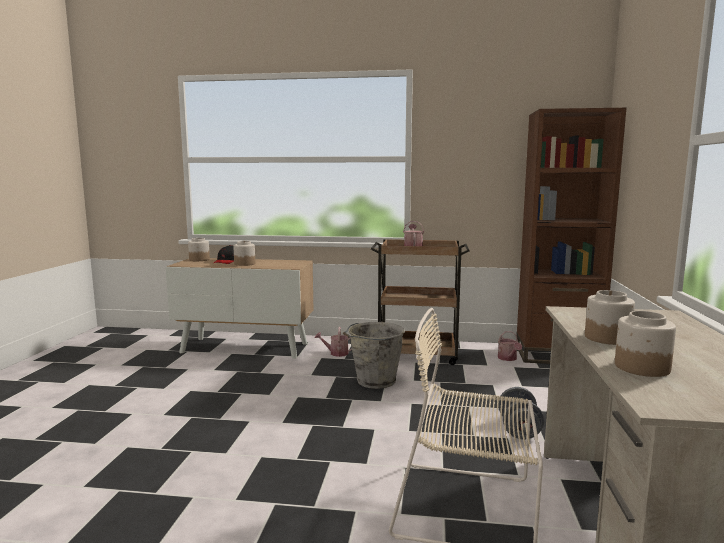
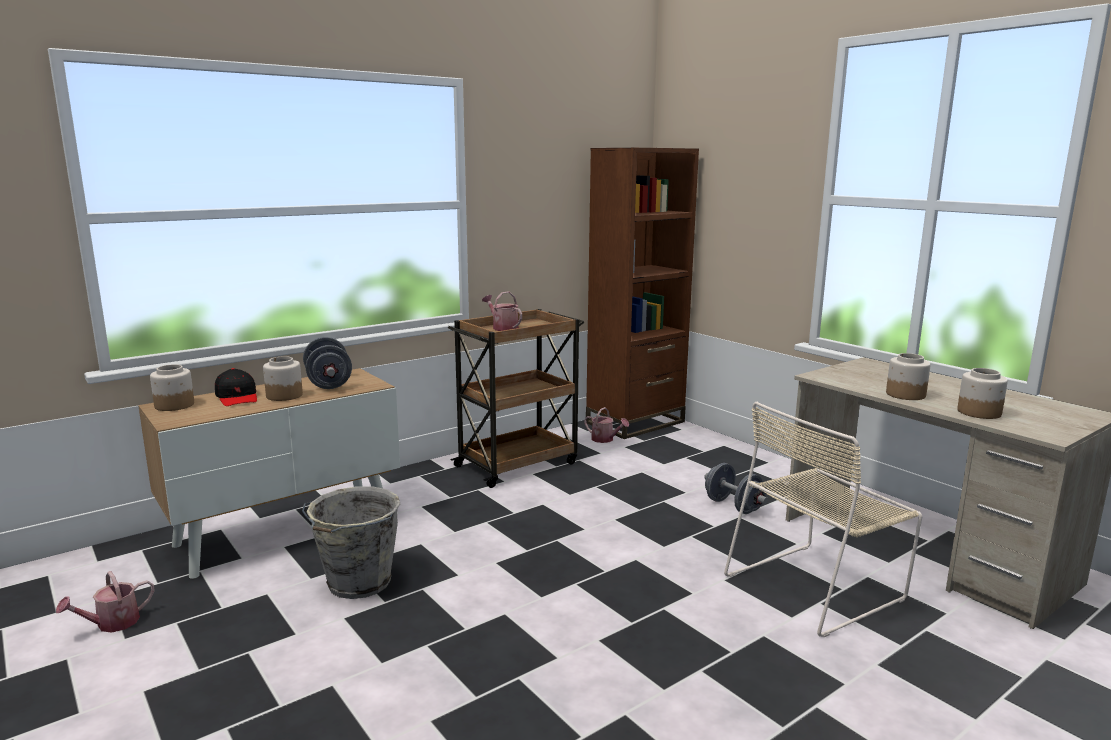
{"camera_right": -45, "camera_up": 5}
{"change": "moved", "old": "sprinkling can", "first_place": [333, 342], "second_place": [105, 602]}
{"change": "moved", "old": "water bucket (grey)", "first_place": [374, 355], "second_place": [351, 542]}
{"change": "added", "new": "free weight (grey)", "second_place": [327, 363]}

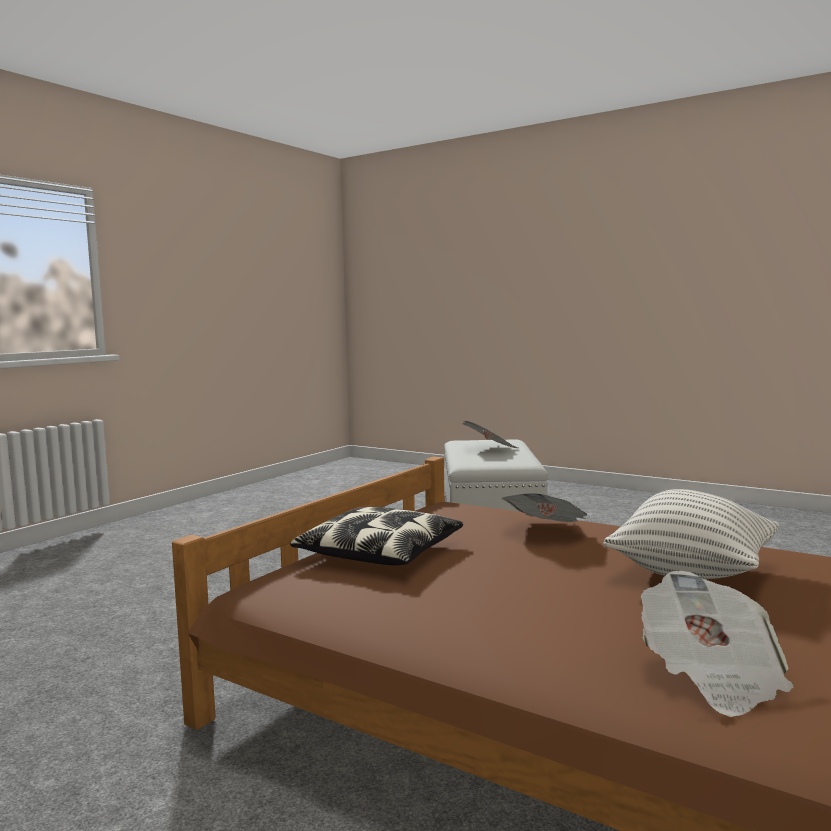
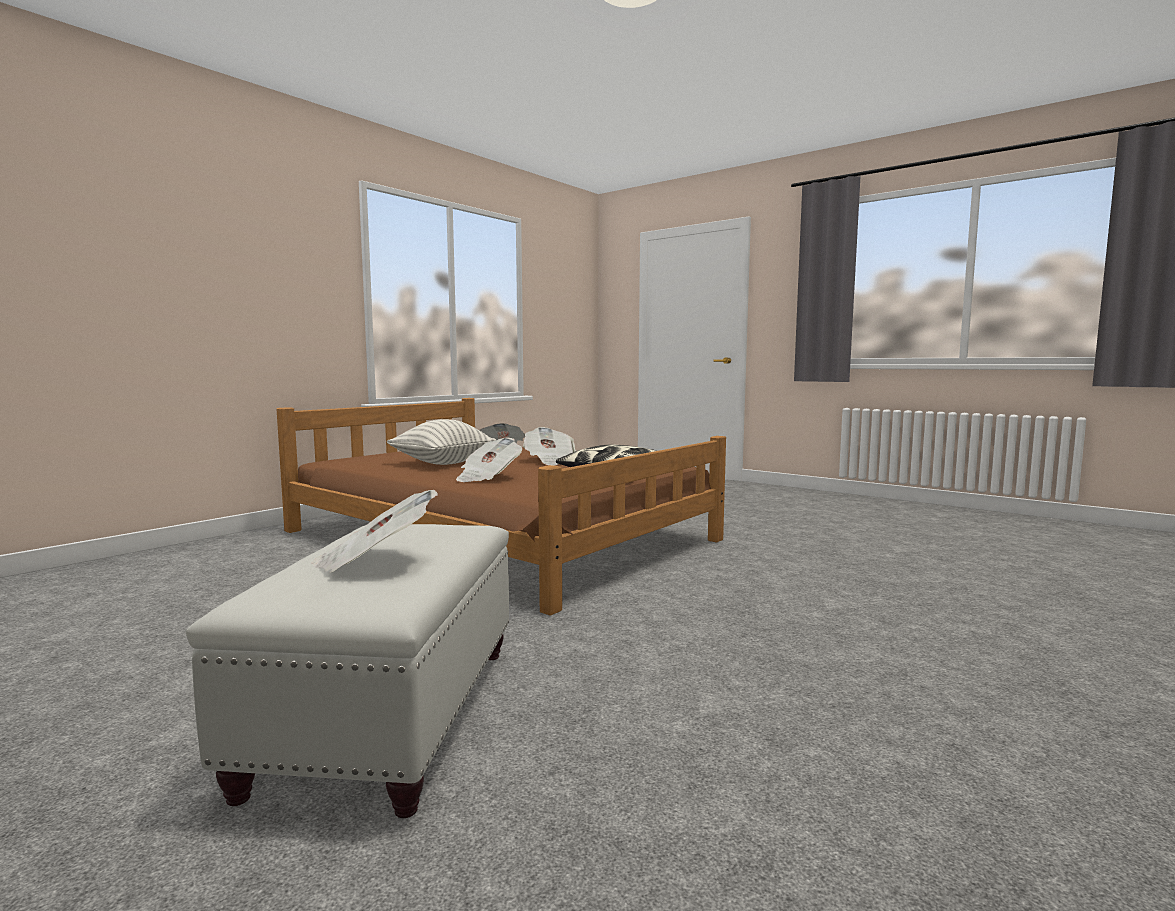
{"camera_right": -175, "camera_up": 0}
{"change": "added", "new": "daily paper", "second_place": [549, 446]}

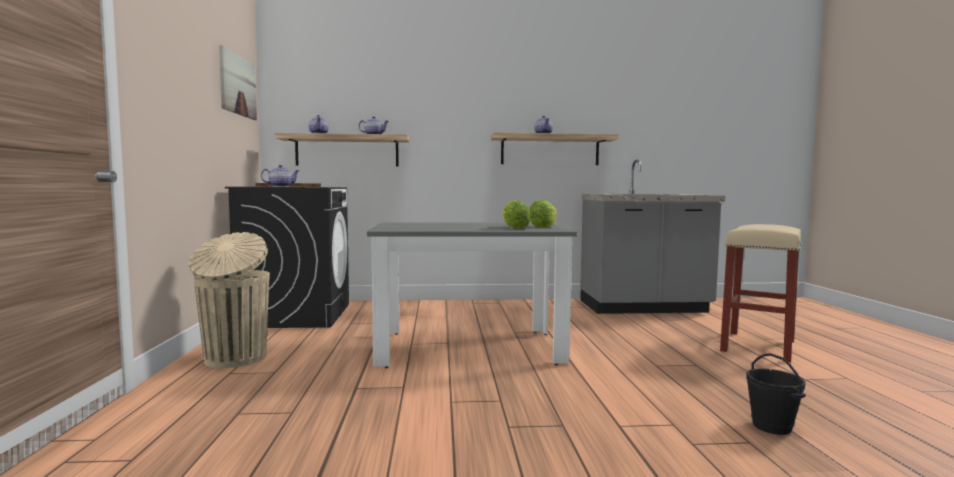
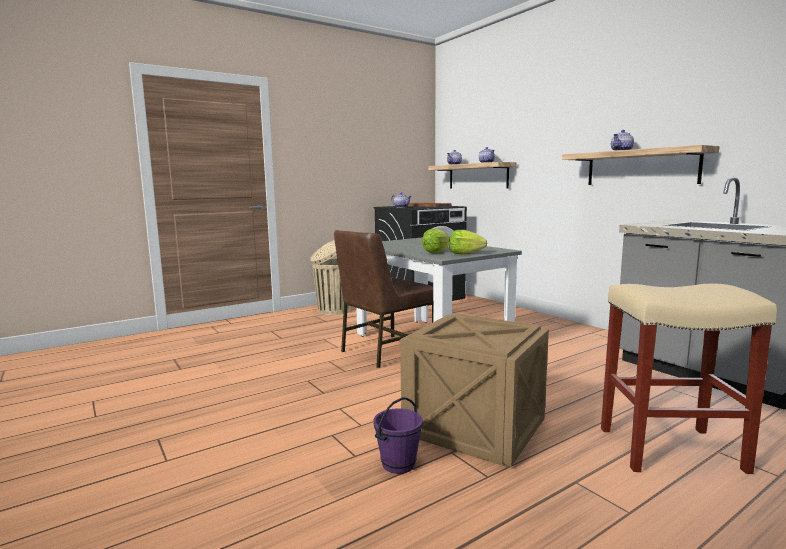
{"camera_right": 60, "camera_up": 5}
{"change": "added", "new": "upright chair (brown)", "second_place": [383, 299]}
{"change": "recoloured", "old": "water bucket (black-coloured)", "new": "water bucket (purple)", "first_place": [776, 394], "second_place": [398, 435]}
{"change": "added", "new": "packing crate", "second_place": [474, 390]}
{"change": "removed", "old": "picture", "first_place": [238, 82]}

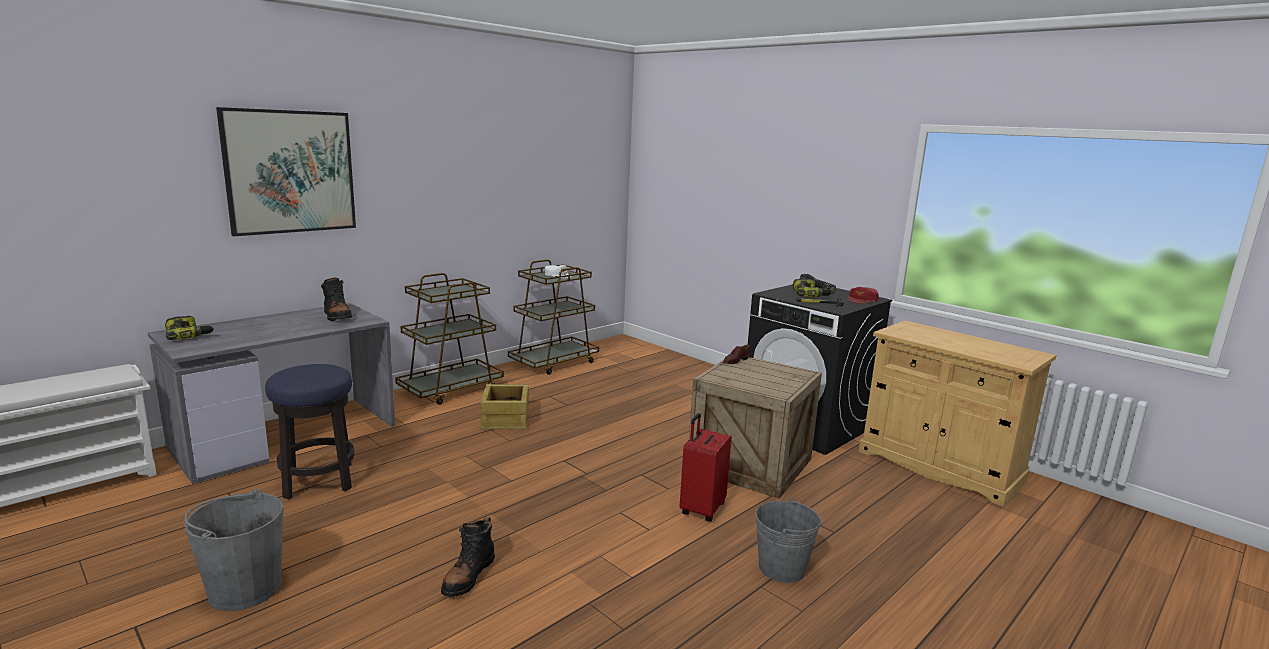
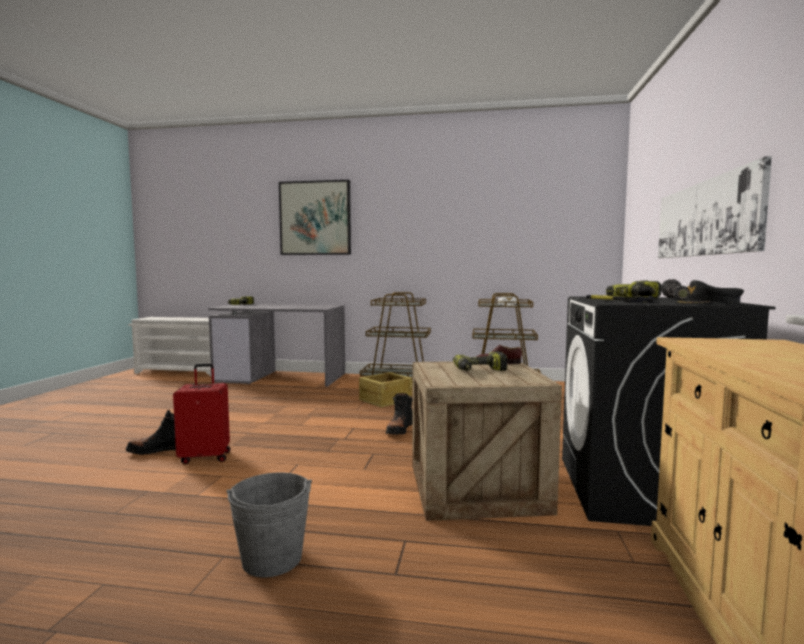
{"camera_right": 55, "camera_up": -10}
{"change": "moved", "old": "piece of luggage (red)", "first_place": [705, 467], "second_place": [202, 414]}
{"change": "moved", "old": "boot (black-coloured)", "first_place": [337, 299], "second_place": [399, 414]}
{"change": "added", "new": "drill", "second_place": [480, 361]}
{"change": "added", "new": "picture", "second_place": [715, 207]}
{"change": "recoloured", "old": "cap (red)", "new": "cap (black-coloured)", "first_place": [863, 295], "second_place": [709, 292]}
{"change": "removed", "old": "water bucket (grey)", "first_place": [234, 550]}
{"change": "removed", "old": "stool seat", "first_place": [310, 432]}

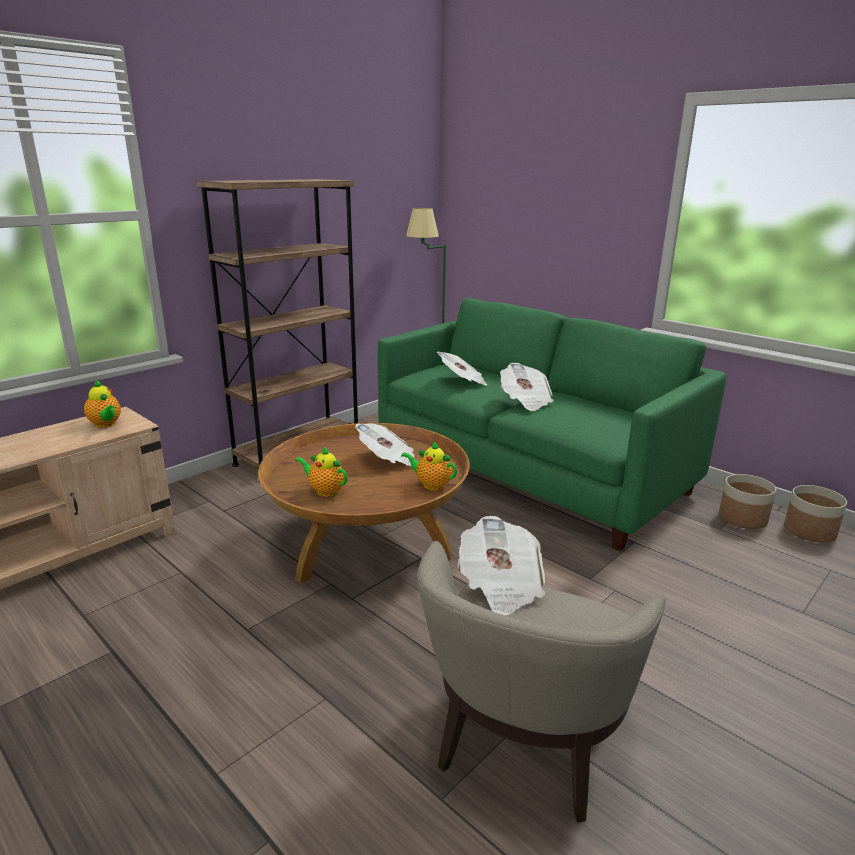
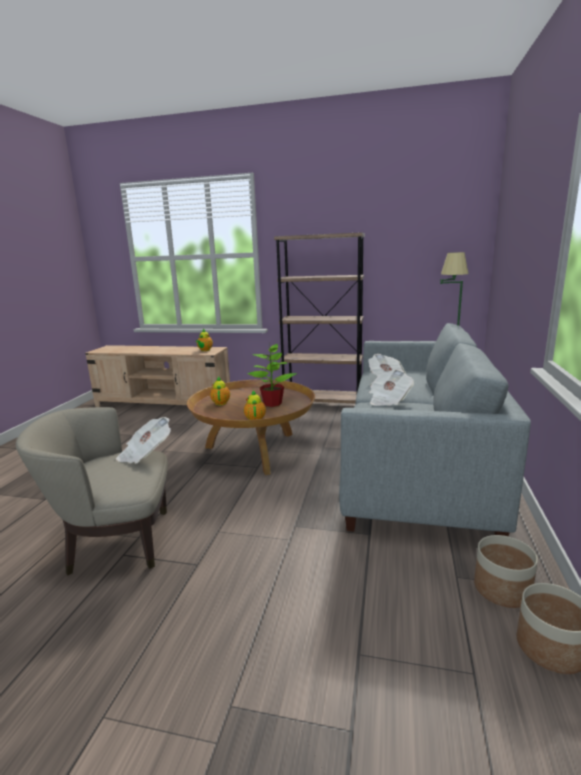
{"camera_right": 60, "camera_up": -5}
{"change": "replaced", "old": "daily paper", "new": "houseplant", "first_place": [385, 445], "second_place": [272, 375]}
{"change": "recoloured", "old": "sofa (green)", "new": "sofa (grey)", "first_place": [552, 424], "second_place": [435, 429]}

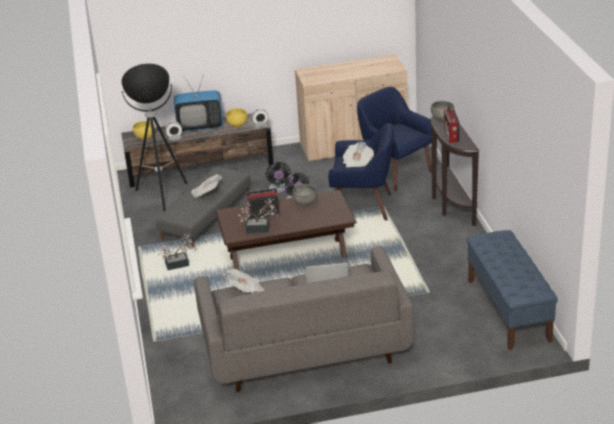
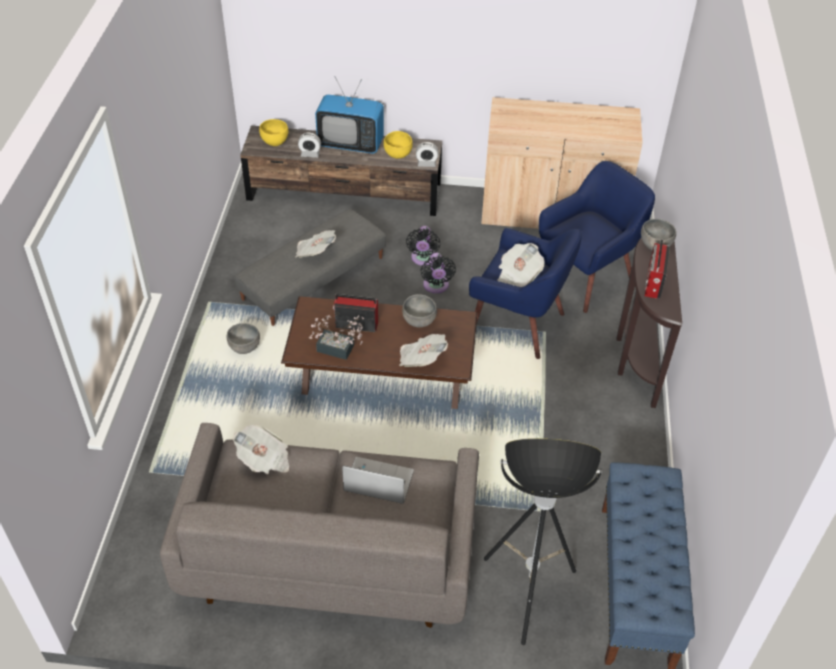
{"camera_right": 15, "camera_up": 15}
{"change": "replaced", "old": "houseplant", "new": "serving bowl (grey)", "first_place": [177, 252], "second_place": [243, 338]}
{"change": "added", "new": "daily paper", "second_place": [423, 350]}
{"change": "moved", "old": "standard lamp", "first_place": [154, 137], "second_place": [543, 541]}
{"change": "turned", "old": "lounge chair (blue)", "first_place": [394, 139], "second_place": [597, 237], "degrees": 75}

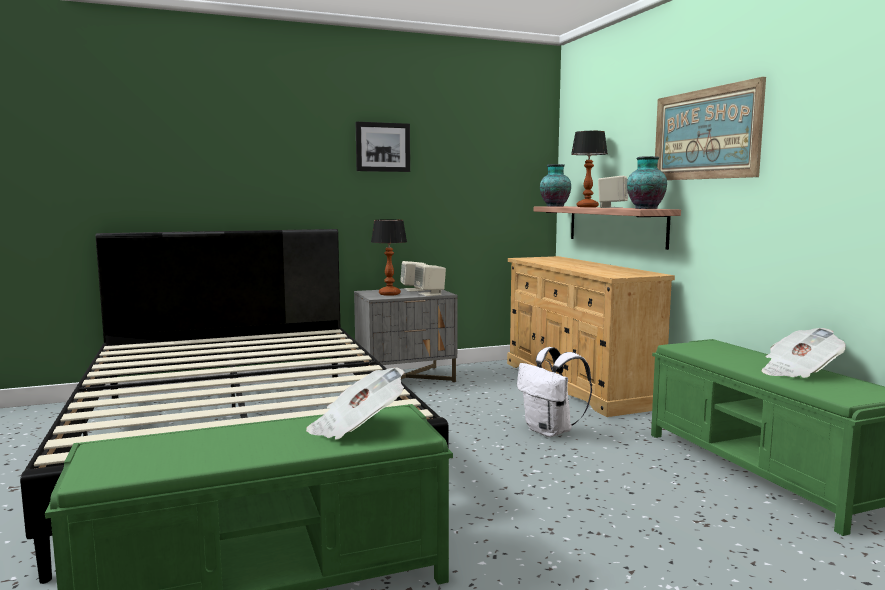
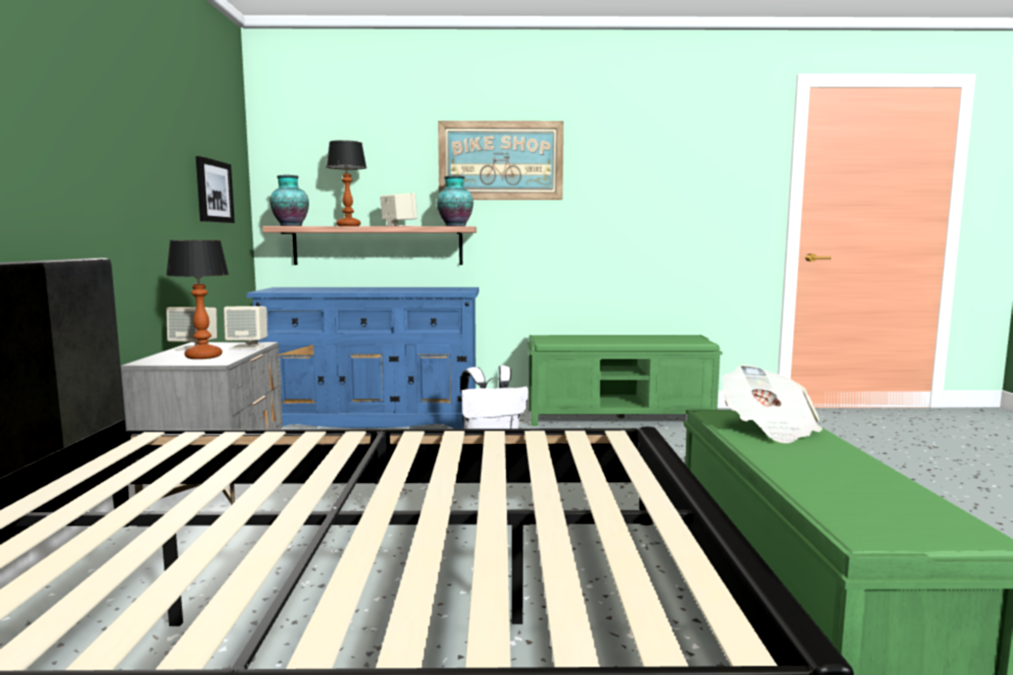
{"camera_right": -70, "camera_up": 0}
{"change": "moved", "old": "picture", "first_place": [383, 147], "second_place": [215, 189]}
{"change": "recoloured", "old": "dresser (beige-coloured)", "new": "dresser (blue)", "first_place": [591, 336], "second_place": [363, 358]}
{"change": "removed", "old": "daily paper", "first_place": [804, 353]}

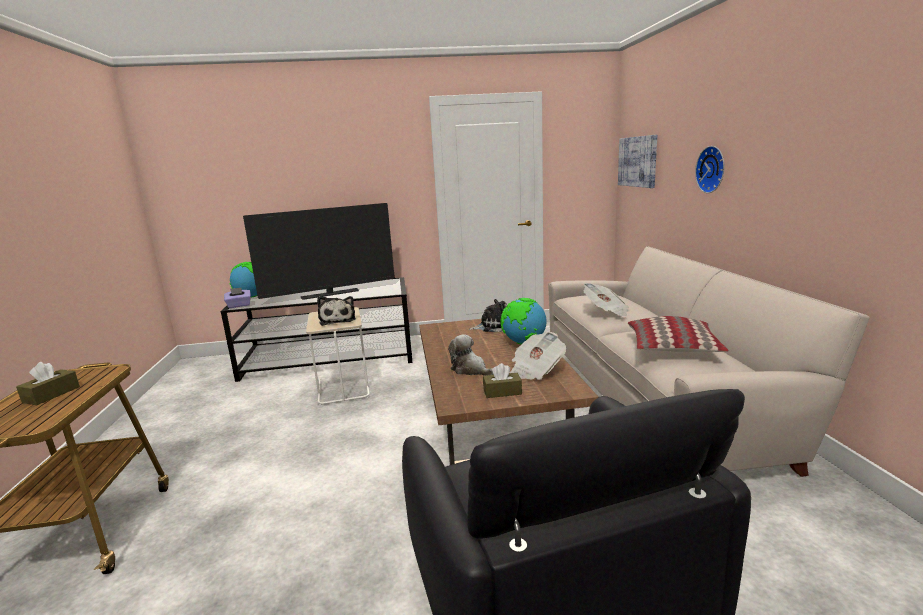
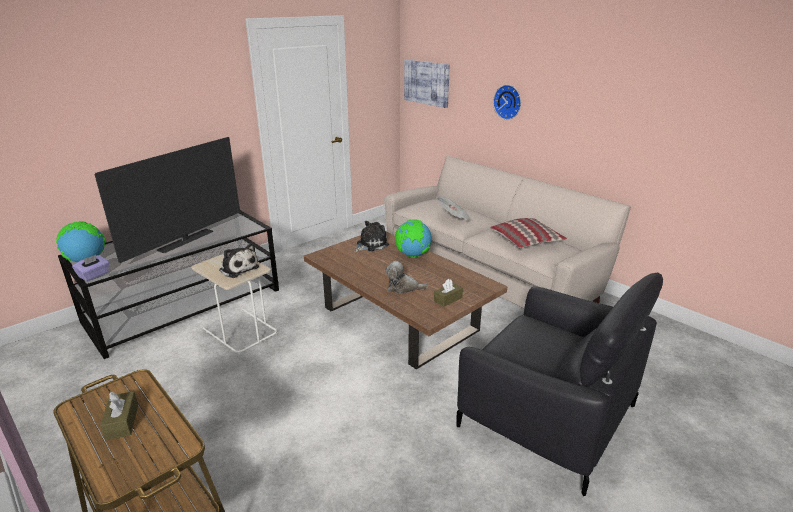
{"camera_right": -35, "camera_up": 10}
{"change": "removed", "old": "daily paper", "first_place": [538, 356]}

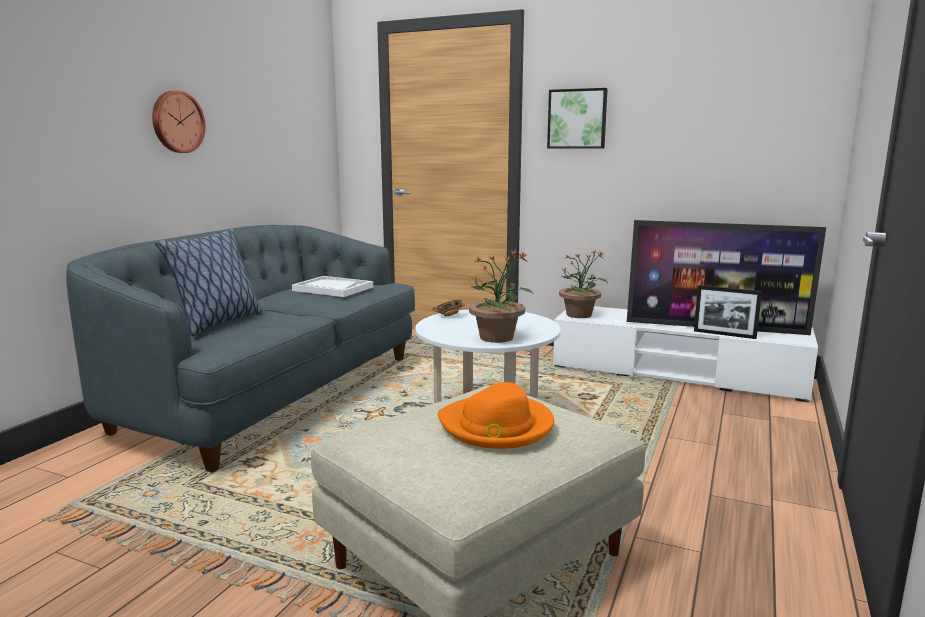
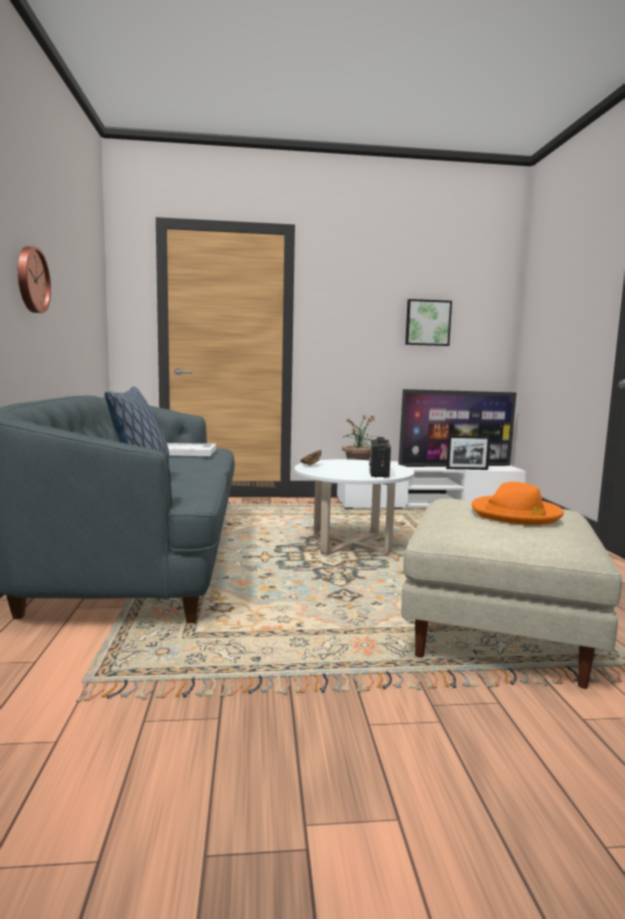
{"camera_right": -30, "camera_up": -5}
{"change": "replaced", "old": "houseplant", "new": "radio", "first_place": [501, 296], "second_place": [380, 457]}
{"change": "moved", "old": "picture", "first_place": [577, 118], "second_place": [428, 322]}

